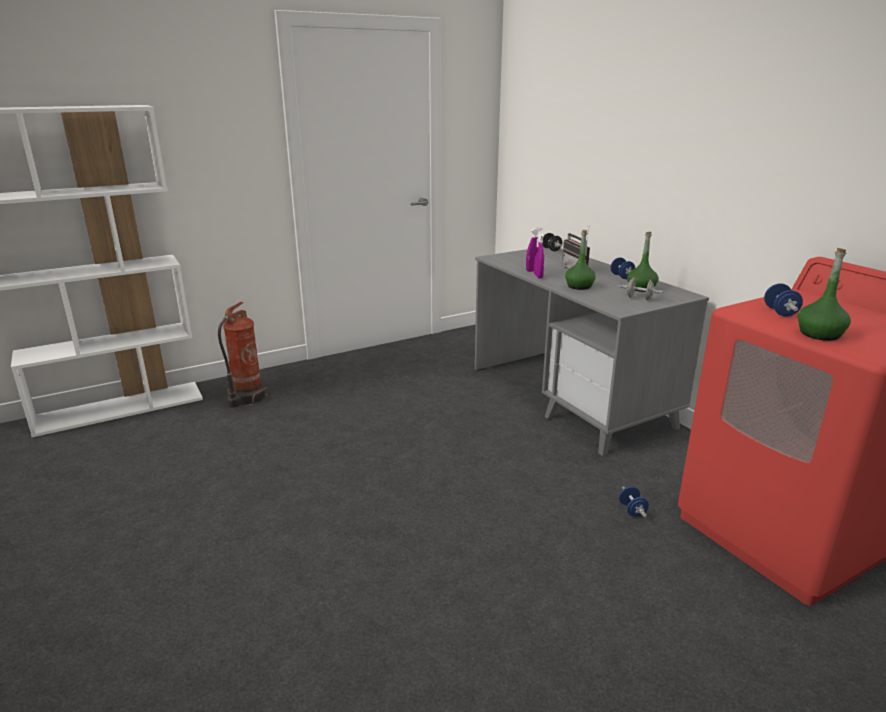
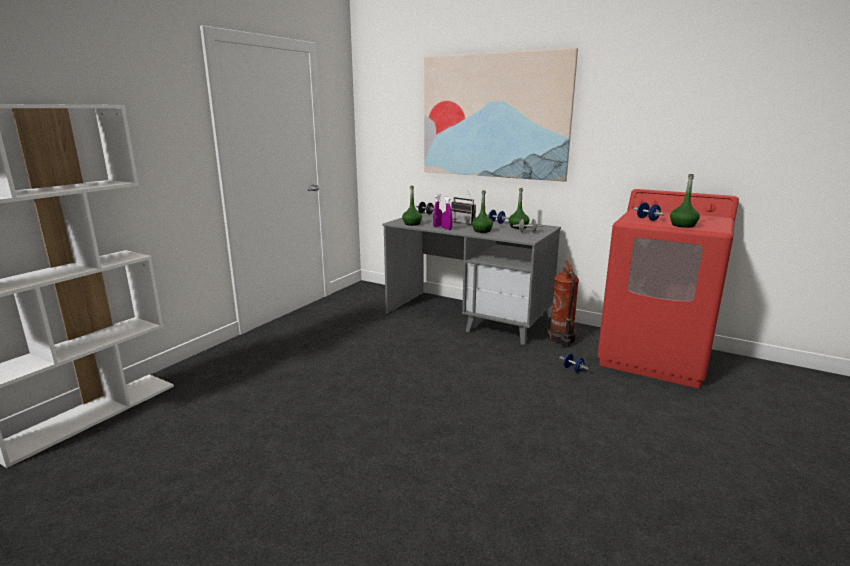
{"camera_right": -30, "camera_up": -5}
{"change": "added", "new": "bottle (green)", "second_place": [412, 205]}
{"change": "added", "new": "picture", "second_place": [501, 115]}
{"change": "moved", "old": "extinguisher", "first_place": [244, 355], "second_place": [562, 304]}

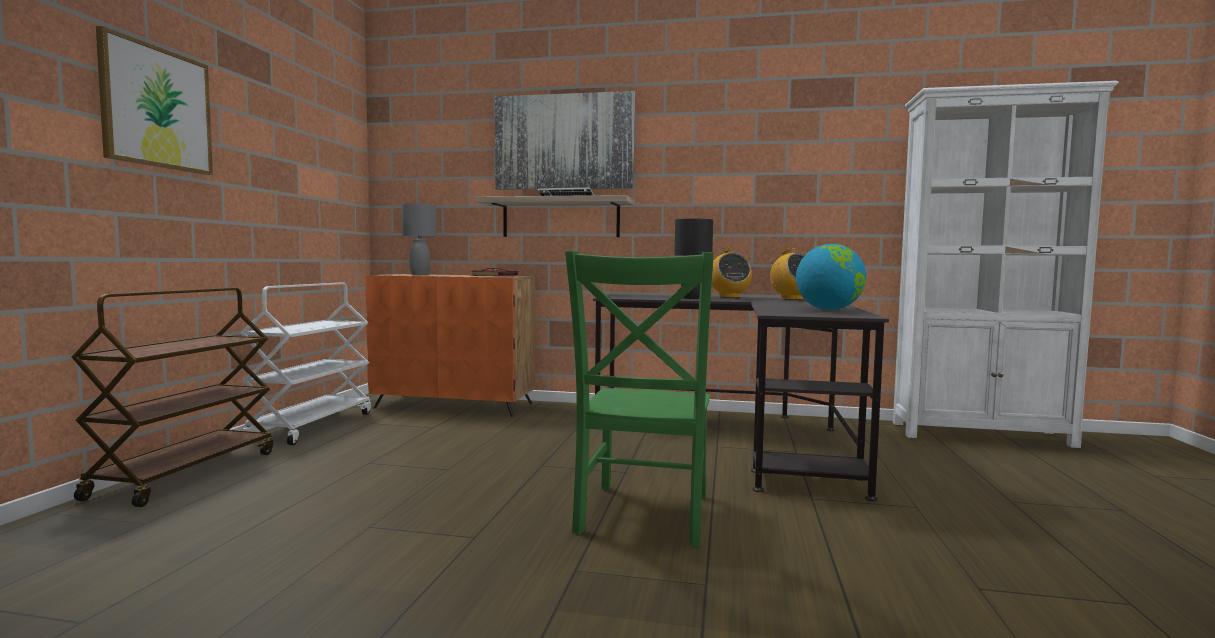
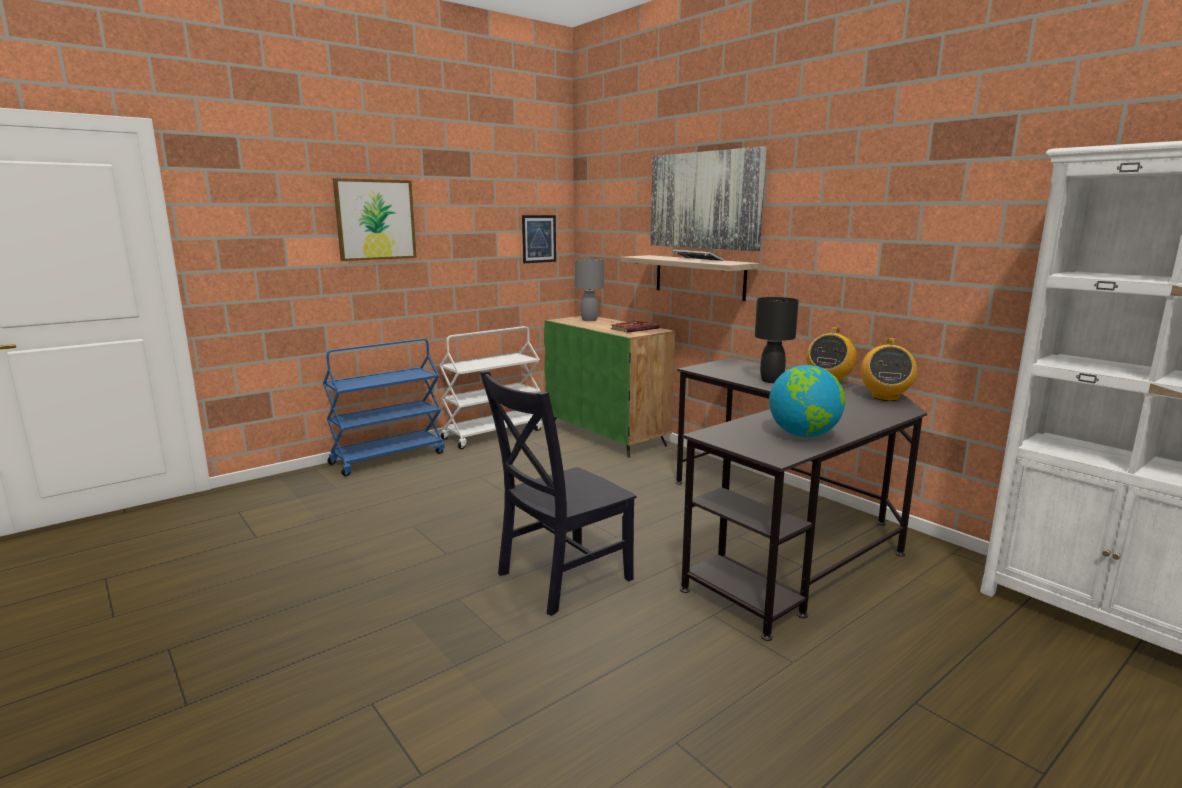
{"camera_right": 40, "camera_up": 10}
{"change": "recoloured", "old": "wheeled cart (brown)", "new": "wheeled cart (blue)", "first_place": [172, 397], "second_place": [384, 407]}
{"change": "recoloured", "old": "upright chair (green)", "new": "upright chair (black-coloured)", "first_place": [639, 399], "second_place": [558, 493]}
{"change": "added", "new": "picture", "second_place": [539, 239]}
{"change": "recoloured", "old": "cupboard (orangey)", "new": "cupboard (green)", "first_place": [450, 345], "second_place": [609, 387]}

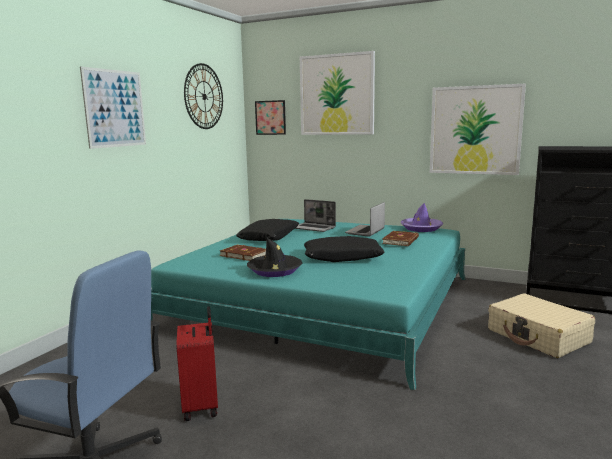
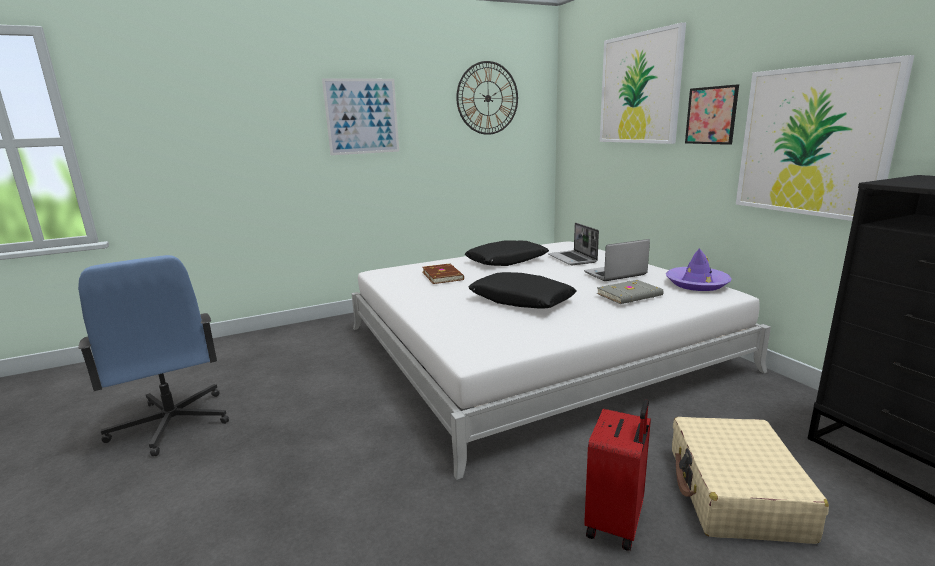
{"camera_right": 40, "camera_up": 5}
{"change": "recoloured", "old": "bedroom bed (turquoise)", "new": "bedroom bed (whitish)", "first_place": [308, 304], "second_place": [561, 360]}
{"change": "moved", "old": "piece of luggage (red)", "first_place": [197, 363], "second_place": [617, 475]}
{"change": "recoloured", "old": "book (brown)", "new": "book (grey)", "first_place": [400, 238], "second_place": [630, 292]}
{"change": "moved", "old": "picture", "first_place": [270, 117], "second_place": [712, 114]}
{"change": "removed", "old": "clothing hat (black-coloured)", "first_place": [274, 257]}

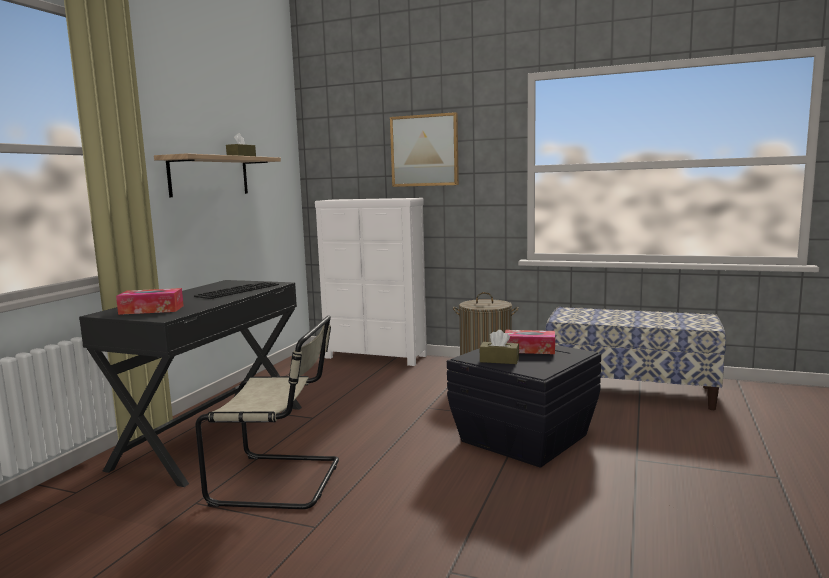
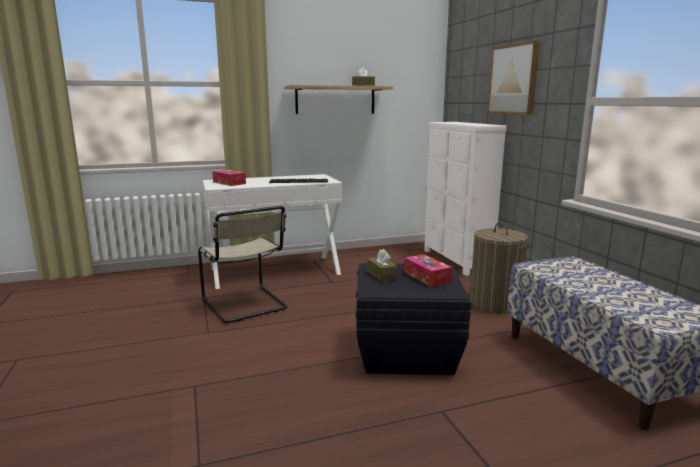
{"camera_right": 50, "camera_up": 5}
{"change": "recoloured", "old": "desk table (black-coloured)", "new": "desk table (whitish)", "first_place": [190, 383], "second_place": [273, 231]}

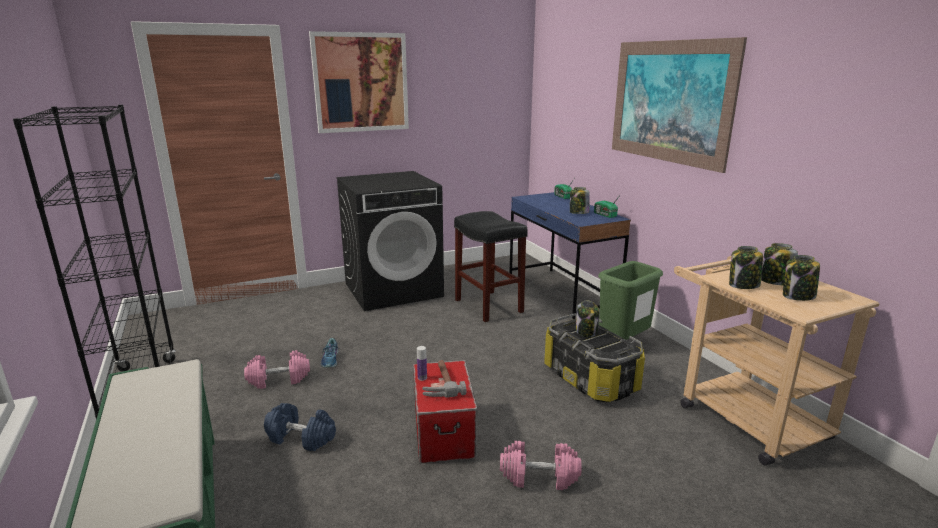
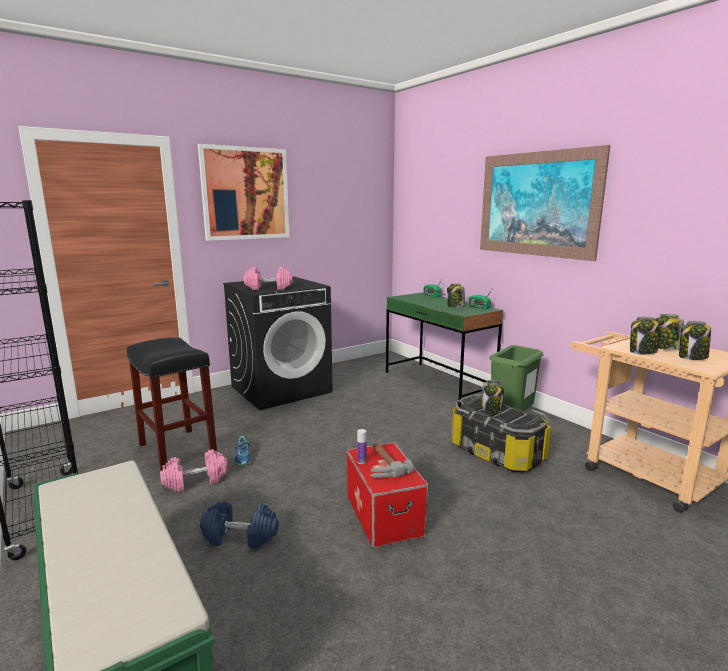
{"camera_right": -10, "camera_up": -5}
{"change": "moved", "old": "stool seat (black-coloured)", "first_place": [491, 266], "second_place": [172, 404]}
{"change": "moved", "old": "free weight (pinkish)", "first_place": [541, 465], "second_place": [268, 278]}
{"change": "recoloured", "old": "desk table (blue)", "new": "desk table (green)", "first_place": [570, 255], "second_place": [444, 349]}

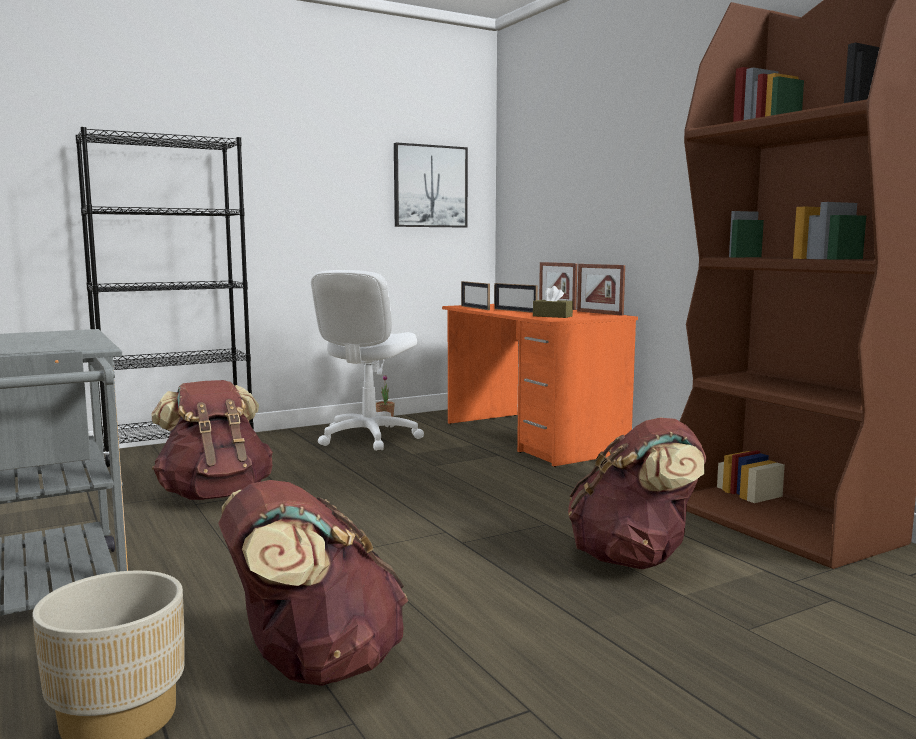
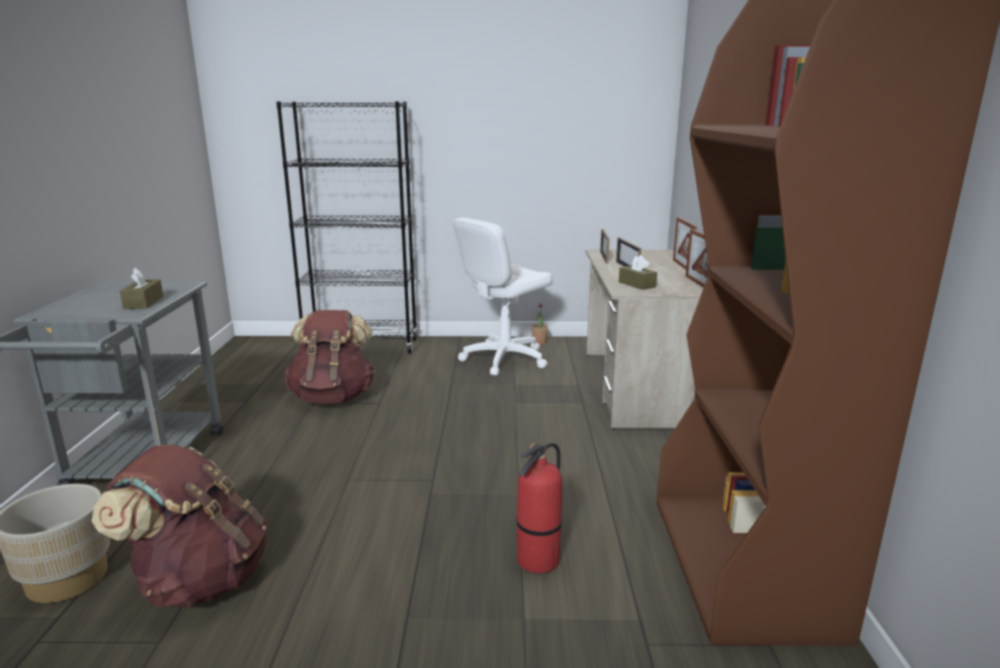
{"camera_right": 30, "camera_up": 10}
{"change": "added", "new": "tissue holder (brown)", "second_place": [141, 288]}
{"change": "replaced", "old": "knapsack (brown)", "new": "extinguisher", "first_place": [637, 493], "second_place": [539, 508]}
{"change": "recoloured", "old": "desk table (orangey)", "new": "desk table (beige-coloured)", "first_place": [540, 385], "second_place": [644, 339]}
{"change": "removed", "old": "picture", "first_place": [431, 185]}

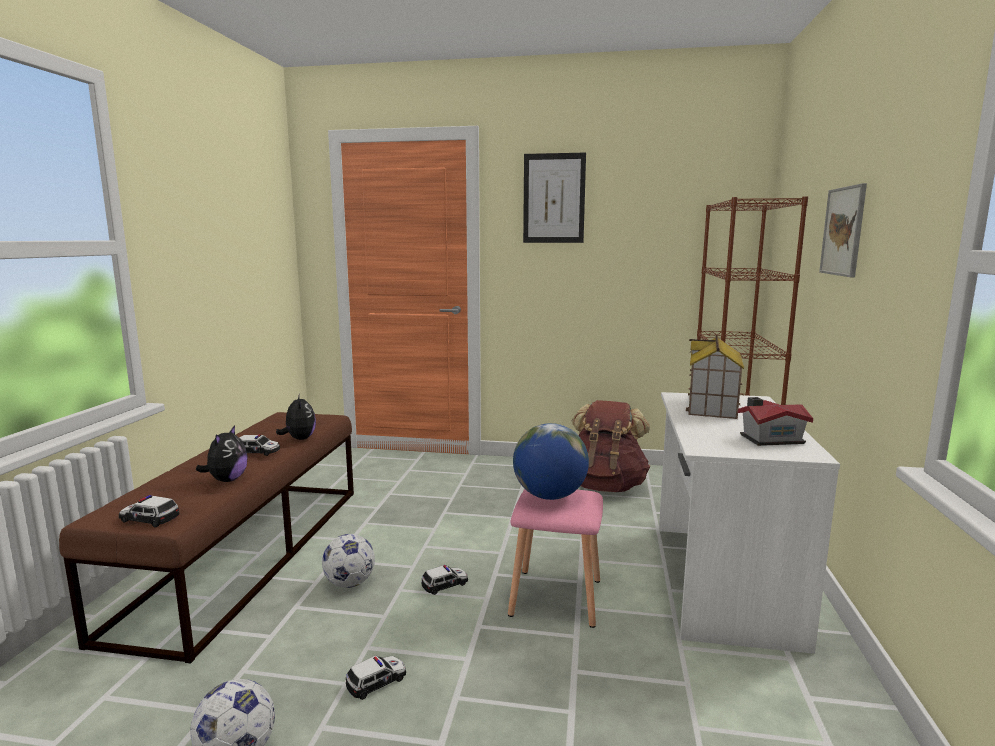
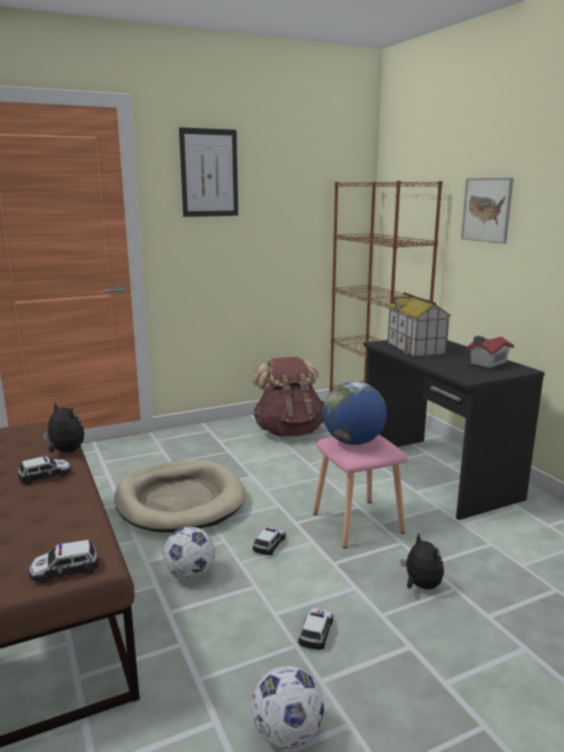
{"camera_right": -35, "camera_up": 5}
{"change": "added", "new": "dog bed (beige-coloured)", "second_place": [180, 496]}
{"change": "recoloured", "old": "desk table (whitish)", "new": "desk table (black-coloured)", "first_place": [749, 523], "second_place": [454, 430]}
{"change": "moved", "old": "cuddly toy", "first_place": [222, 453], "second_place": [422, 561]}

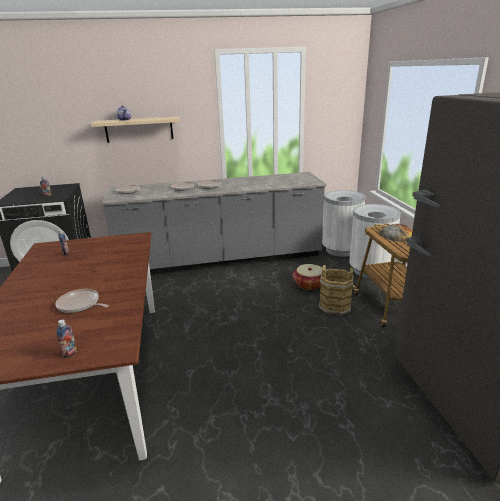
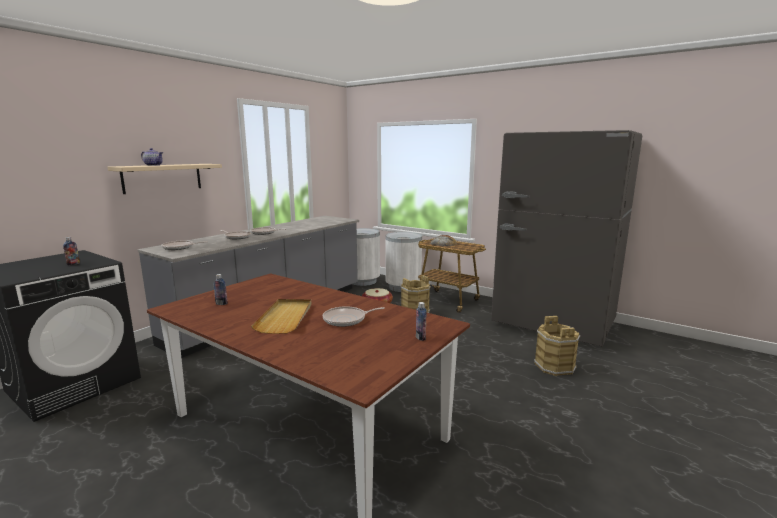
{"camera_right": -45, "camera_up": -10}
{"change": "added", "new": "serving tray (beige-coloured)", "second_place": [281, 316]}
{"change": "added", "new": "water bucket (brown)", "second_place": [557, 346]}

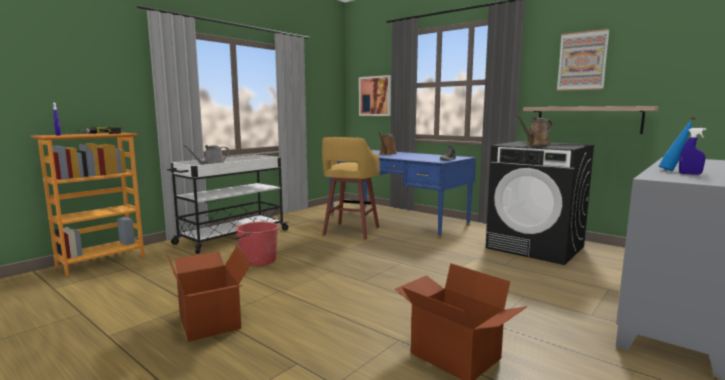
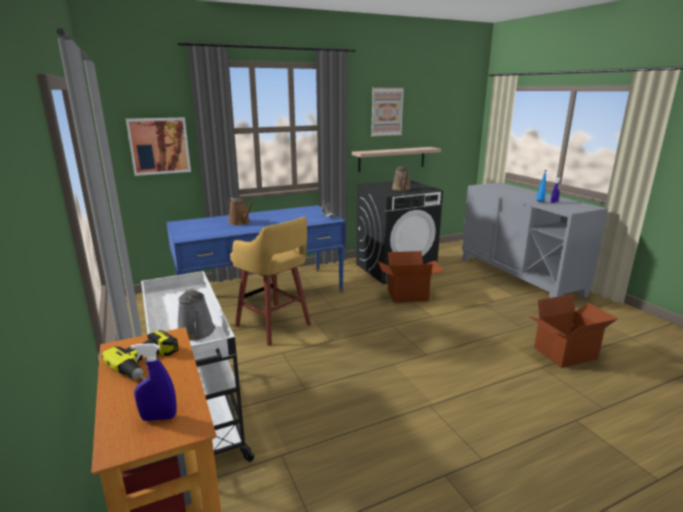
{"camera_right": -65, "camera_up": 10}
{"change": "moved", "old": "packing box", "first_place": [209, 294], "second_place": [410, 276]}
{"change": "removed", "old": "water bucket (red)", "first_place": [257, 244]}

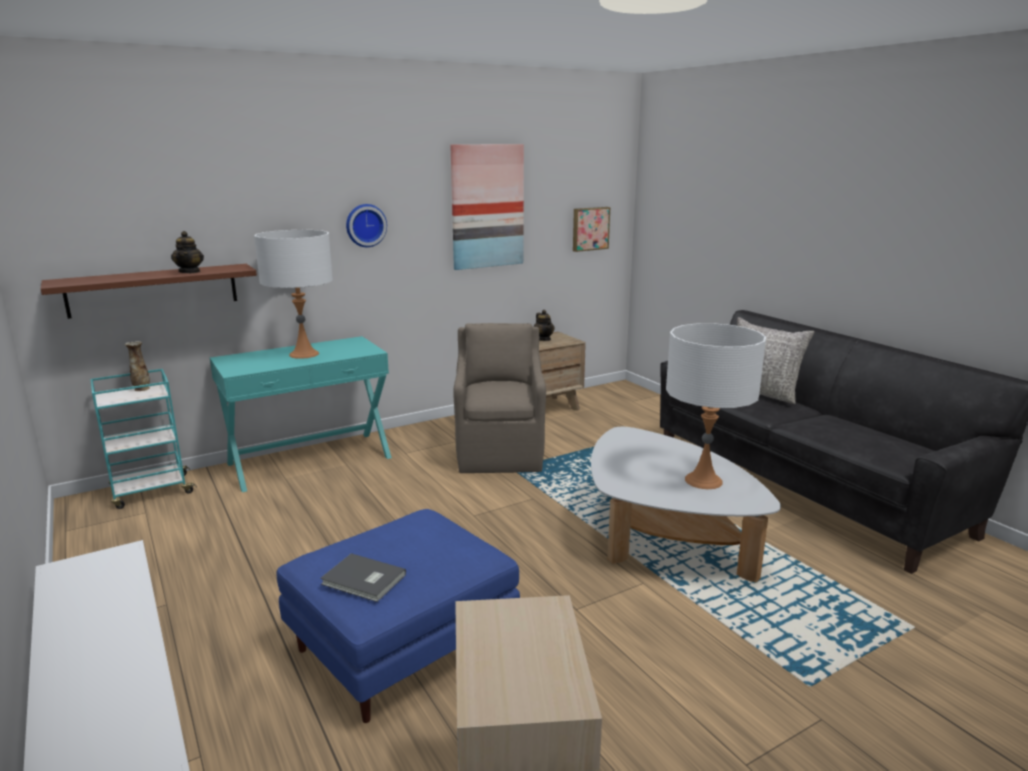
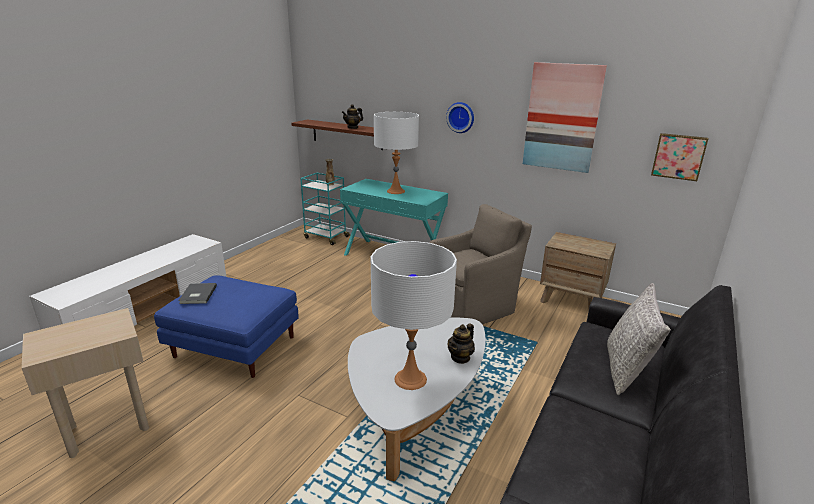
{"camera_right": 60, "camera_up": 5}
{"change": "moved", "old": "tea pot", "first_place": [544, 325], "second_place": [461, 343]}

